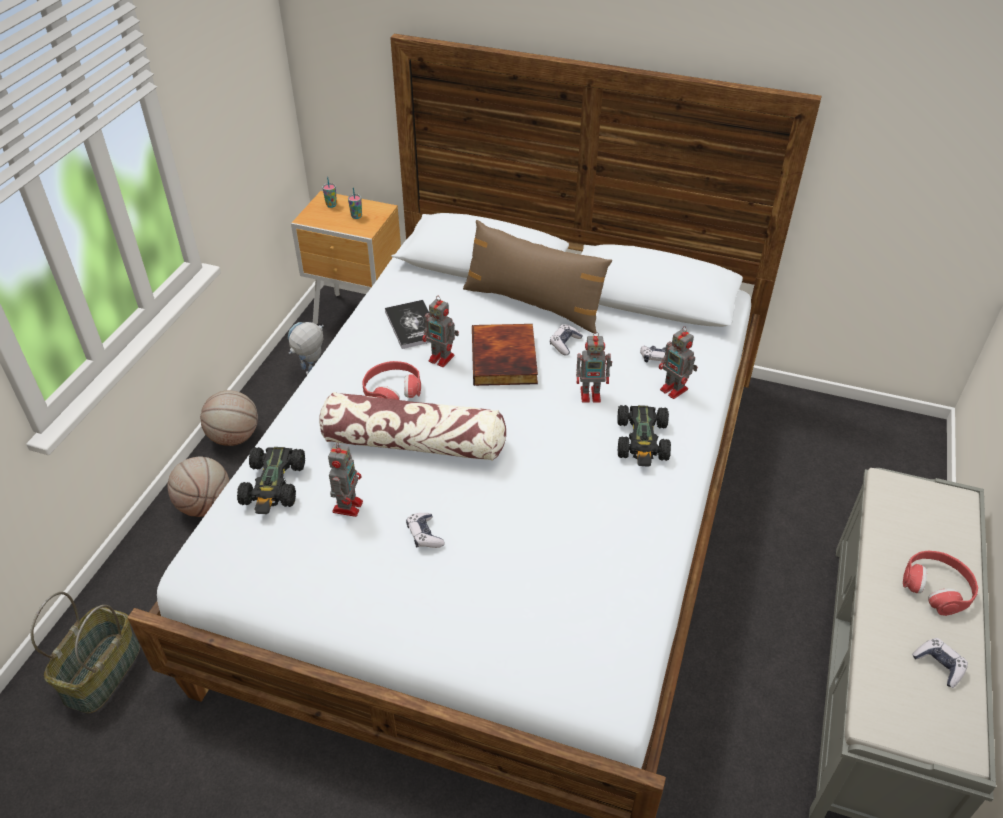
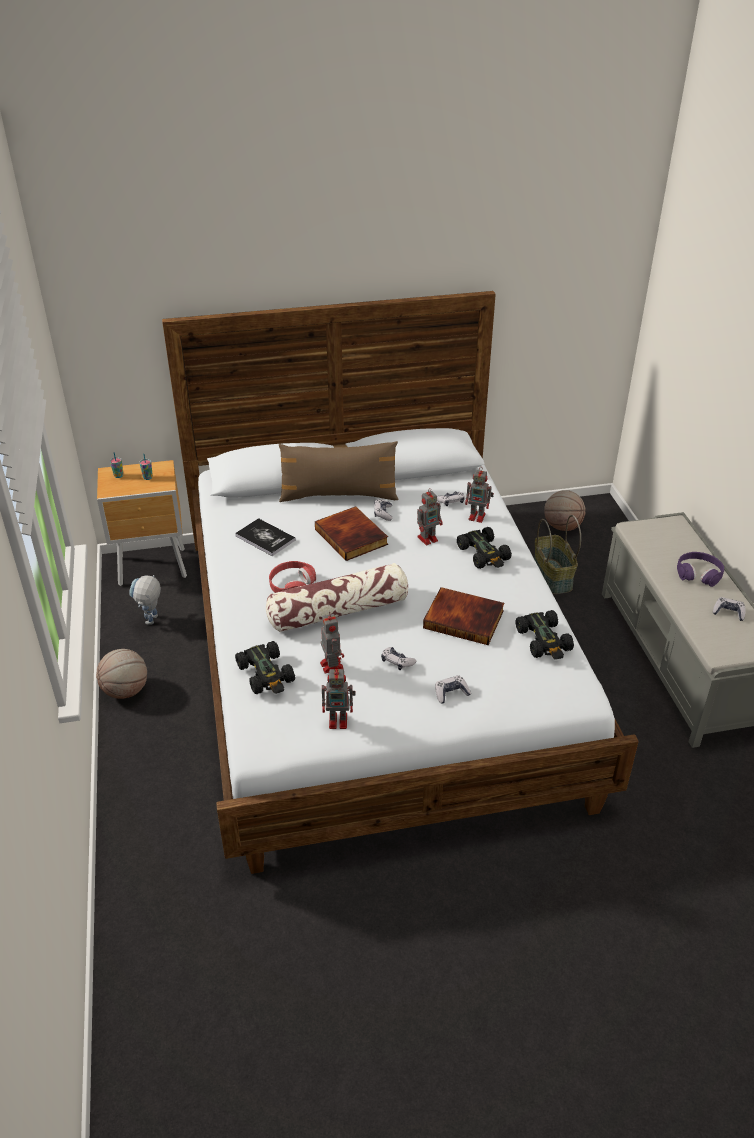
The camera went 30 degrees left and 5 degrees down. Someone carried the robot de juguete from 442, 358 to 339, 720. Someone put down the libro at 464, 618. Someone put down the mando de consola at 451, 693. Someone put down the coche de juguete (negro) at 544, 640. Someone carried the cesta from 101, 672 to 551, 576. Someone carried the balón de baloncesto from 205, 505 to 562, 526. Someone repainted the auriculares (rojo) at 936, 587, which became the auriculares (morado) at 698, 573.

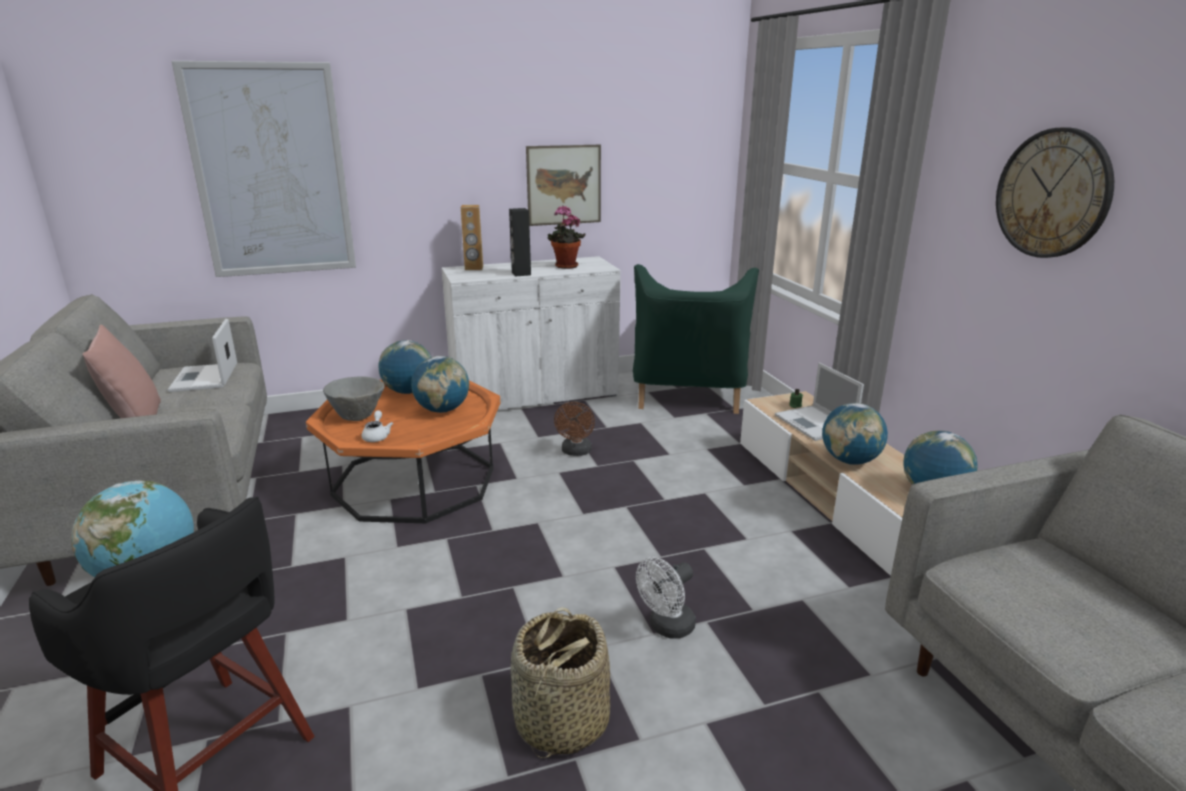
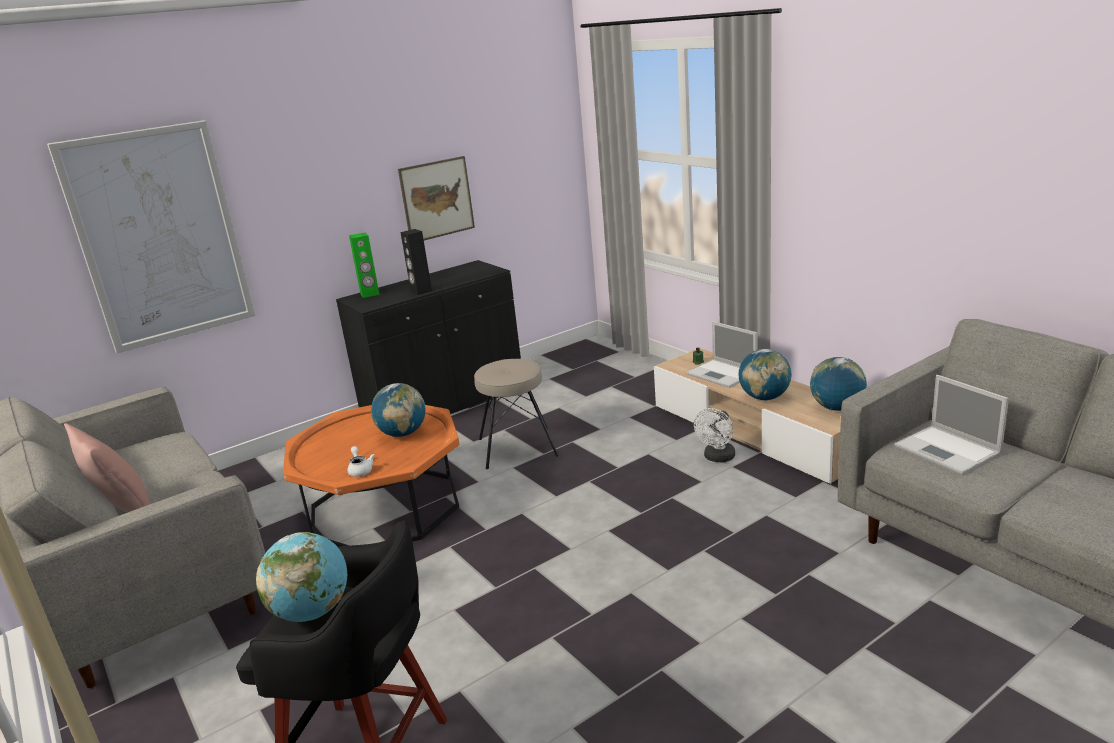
The camera went 15 degrees left and 0 degrees up. Someone repainted the armario (blanco) at 534, 395, which became the armario (negro) at 444, 404. Someone repainted the altavoz (marrón) at 474, 268, which became the altavoz (verde) at 370, 294. Someone swapped the ventilador (marrón) at 576, 452 for the taburete (beis) at 517, 446. Someone carried the ventilador (blanco) from 667, 628 to 717, 458. Someone carried the portátil from 204, 378 to 949, 450. Someone took away the cuenco (gris) at 358, 416. Someone took away the globo terráqueo at 408, 392. Someone took away the cesta at 560, 721. Someone took away the planta en maceta at 565, 267. Someone took away the sillón (verde) at 687, 394. Someone took away the reloj de pared at 1053, 193.

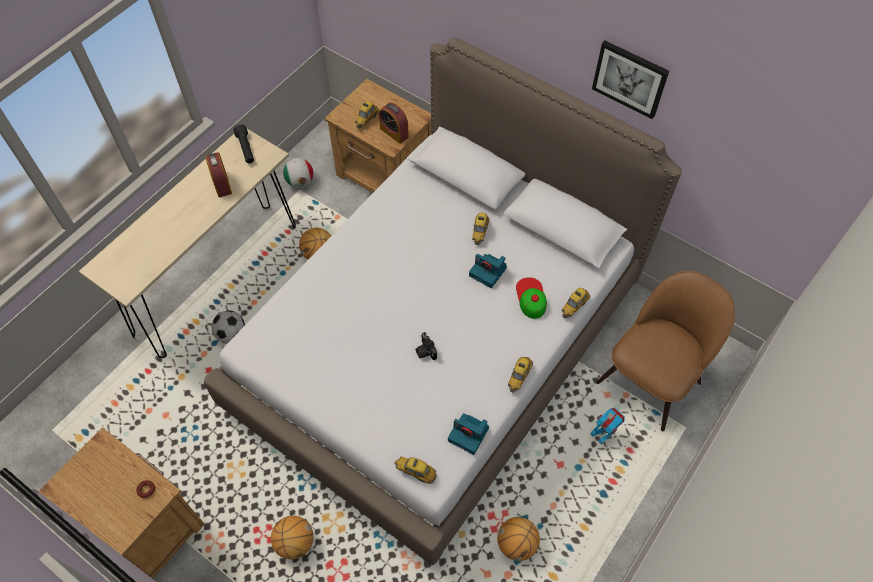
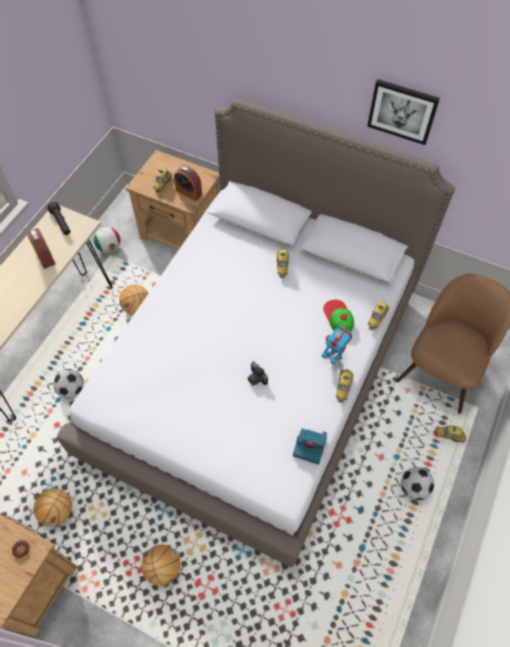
The camera went 10 degrees left and 0 degrees up. Someone carried the balón de baloncesto from 517, 544 to 58, 512. Someone carried the robot de juguete from 602, 435 to 333, 357. Someone put down the balón de fútbol at 413, 488. Someone carried the coche de juguete from 415, 472 to 448, 436. Someone took away the cámara at 488, 272.

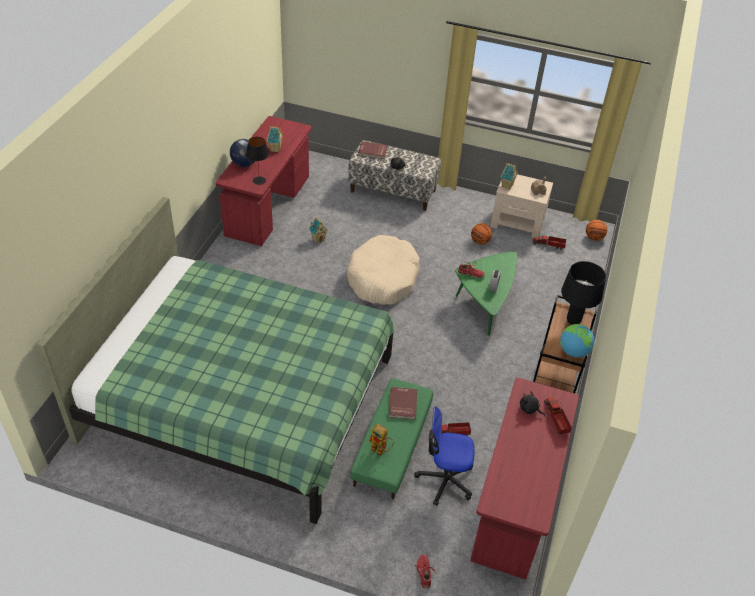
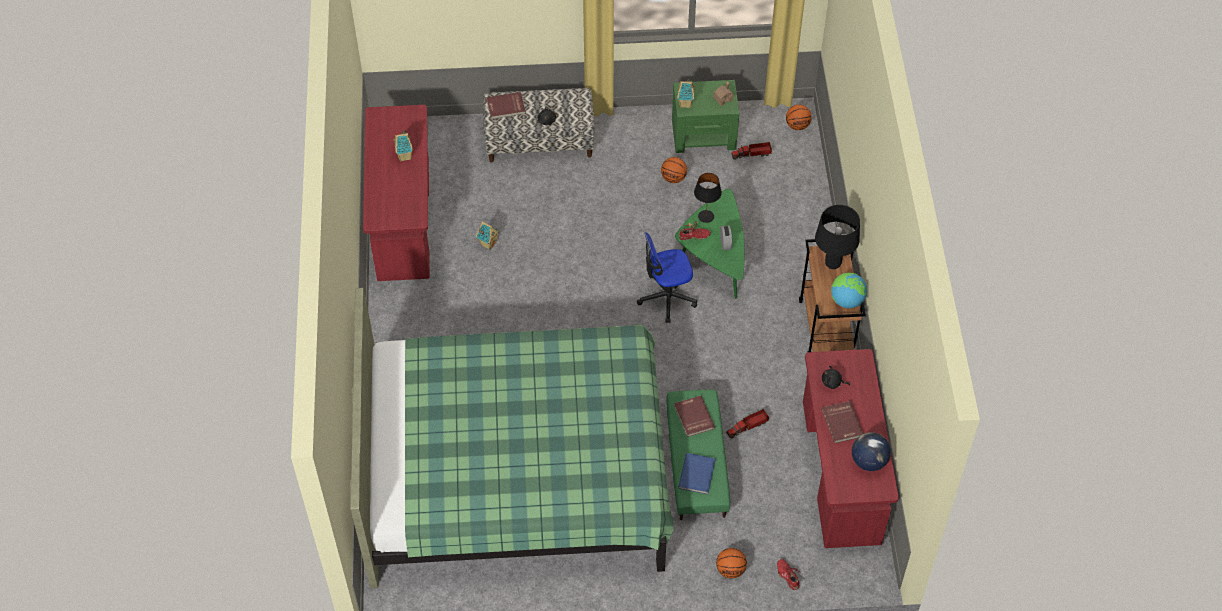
The camera went 20 degrees left and 10 degrees up. Someone carried the silla de oficina from 445, 479 to 667, 297. Someone repainted the mesita de noche (beis) at 518, 222, which became the mesita de noche (verde) at 704, 134. Someone swapped the robot de juguete at 381, 450 for the libro (azul) at 697, 474. Someone carried the lámpara de mesa (negro) from 259, 180 to 706, 216. Someone put down the balón de baloncesto at 730, 570. Someone put down the libro (rojo) at 843, 423. Someone carried the globo terráqueo from 244, 164 to 869, 461. Someone took away the cama para perro (beis) at 383, 279. Someone took away the camión de juguete at 556, 419.

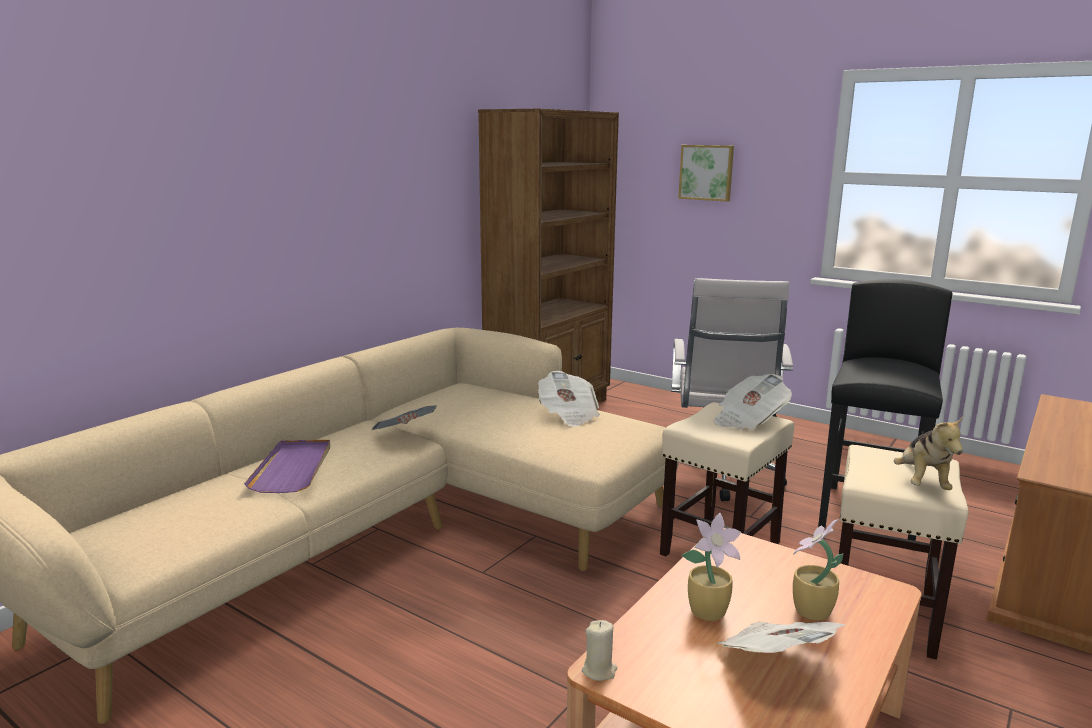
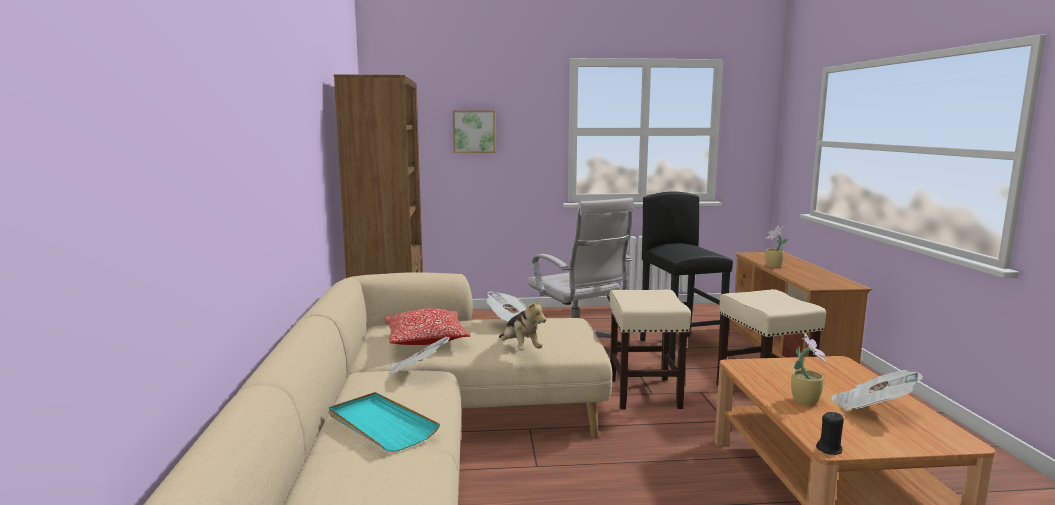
The camera went 40 degrees left and 5 degrees down. Someone repainted the bandeja (morado) at 293, 469, which became the bandeja (turquesa) at 381, 425. Someone put down the cojín at 426, 340. Someone carried the peluche from 922, 483 to 520, 349. Someone carried the planta en maceta from 811, 612 to 773, 266. Someone repainted the vela (beis) at 599, 671, which became the vela (negro) at 829, 449. Someone took away the periódico at 748, 421.

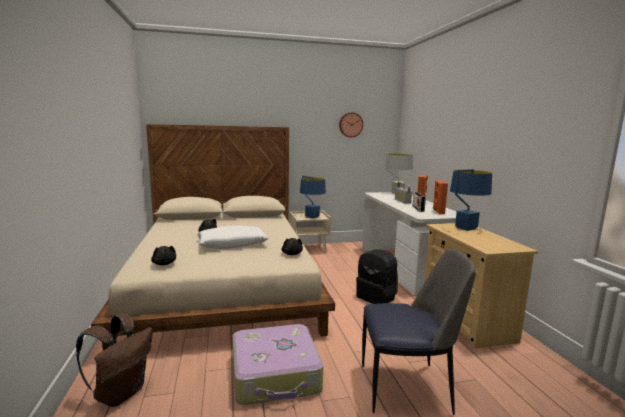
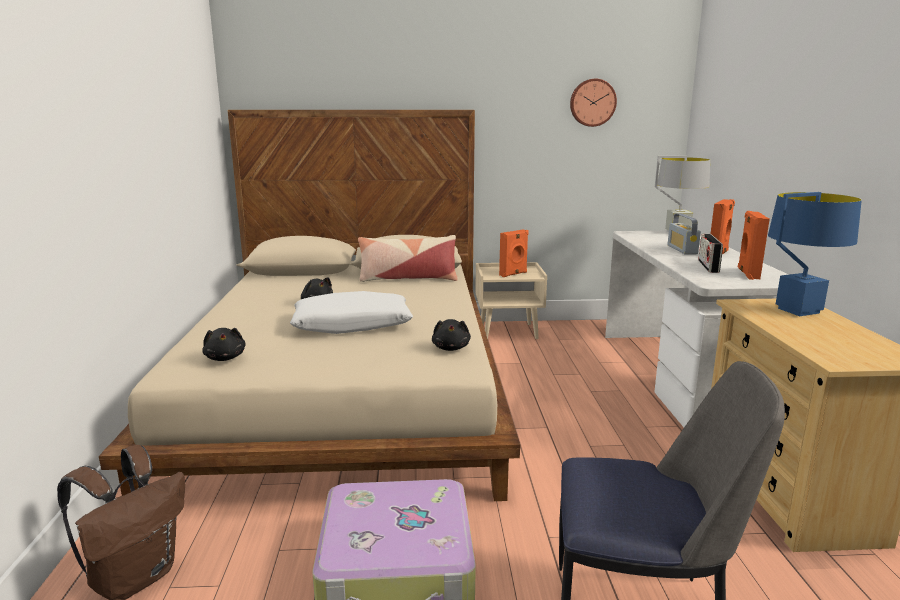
The camera went 10 degrees right and 5 degrees up. Someone put down the cojín at 408, 278. Someone swapped the lámpara de mesa (azul) at 312, 217 for the altavoz (naranja) at 514, 274. Someone took away the mochila (negro) at 377, 297.

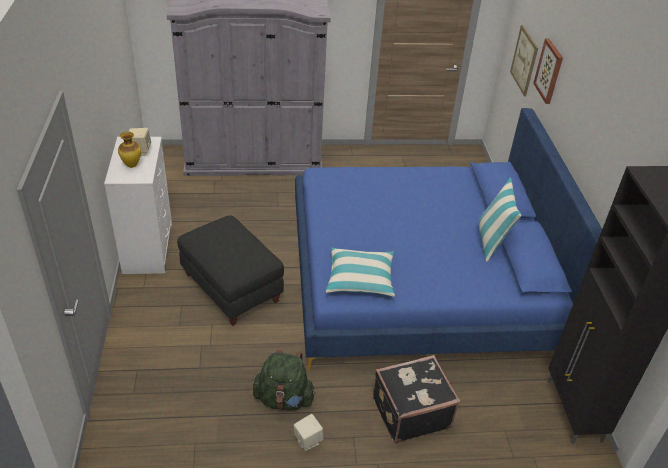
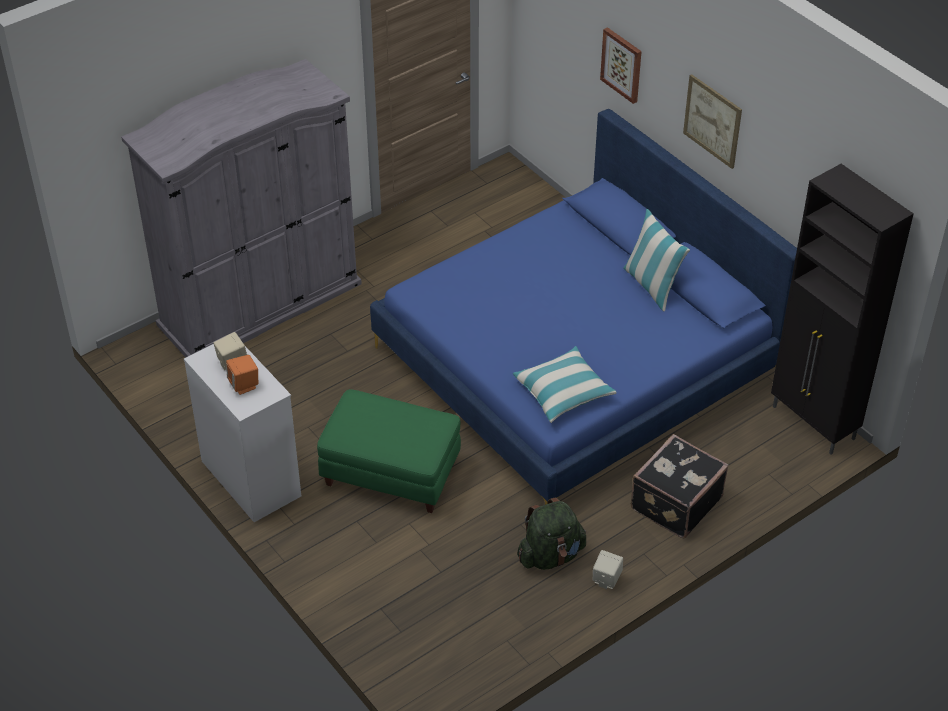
The camera went 30 degrees left and 5 degrees up. Someone swapped the florero at 132, 165 for the altavoz (naranja) at 244, 385. Someone repainted the puf (negro) at 231, 288, which became the puf (verde) at 391, 474. Someone carried the cuadro from 524, 60 to 712, 121.

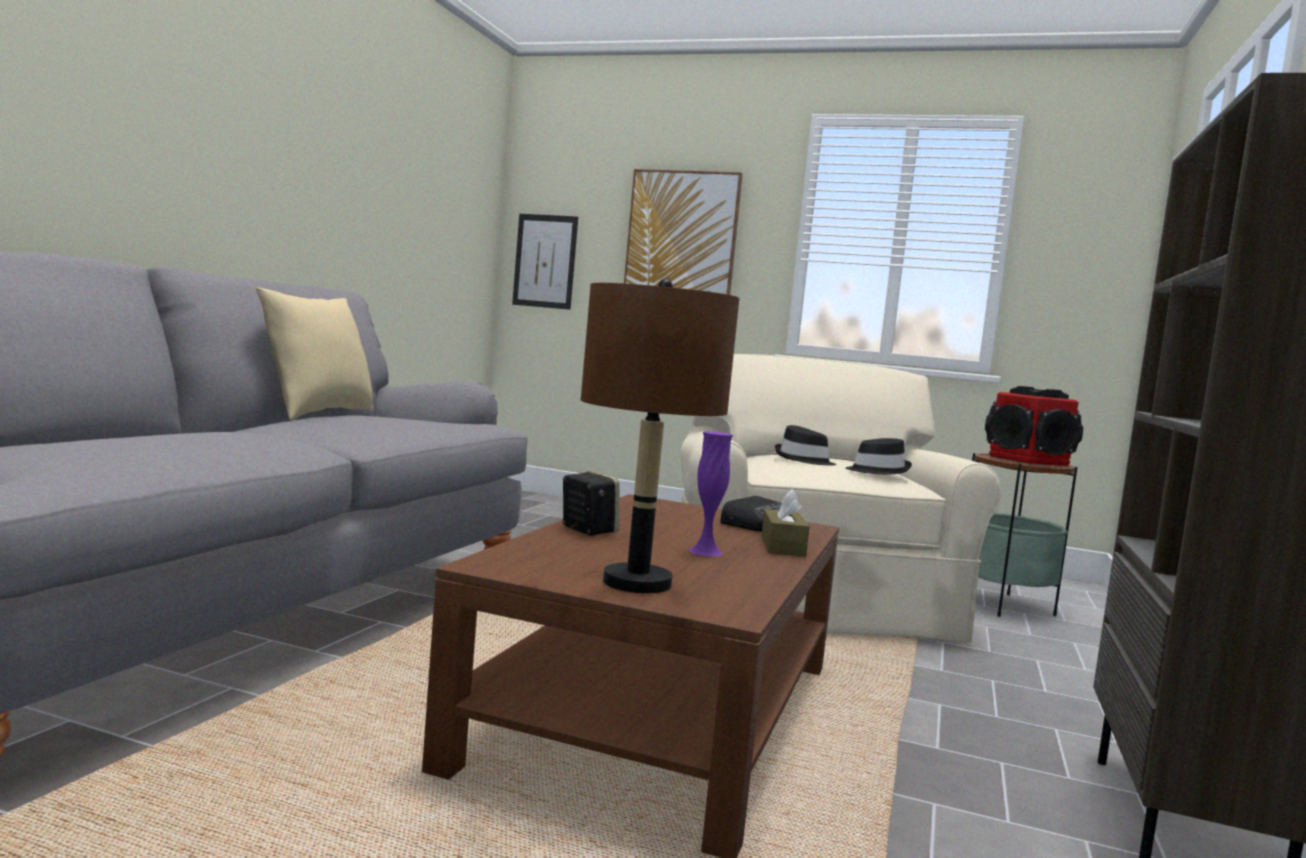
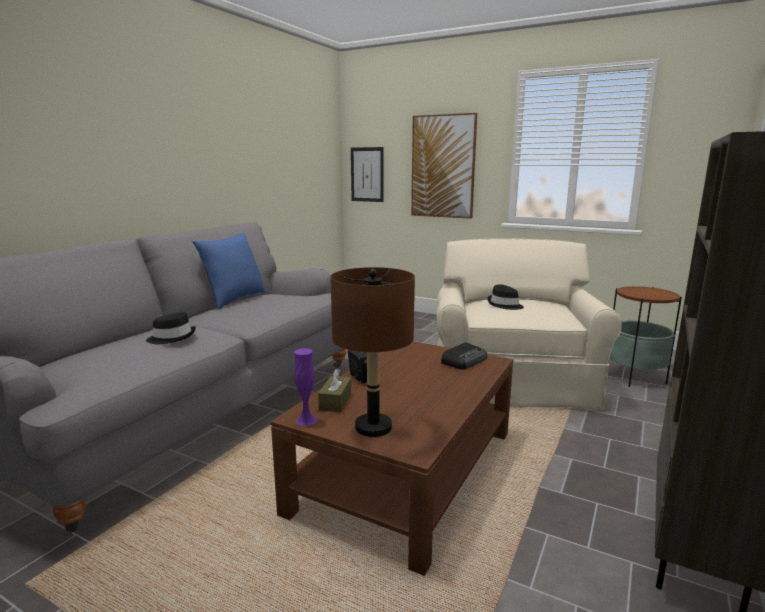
The camera went 10 degrees right and 10 degrees up. Someone carried the sombrero (negro) from 877, 470 to 172, 337. Someone repainted the cojín (beis) at 315, 414, which became the cojín (azul) at 234, 300. Someone carried the florero (morado) from 705, 551 to 306, 420. Someone carried the caja de pañuelos (marrón) from 782, 546 to 335, 401. Someone took away the altavoz at 1028, 459.

